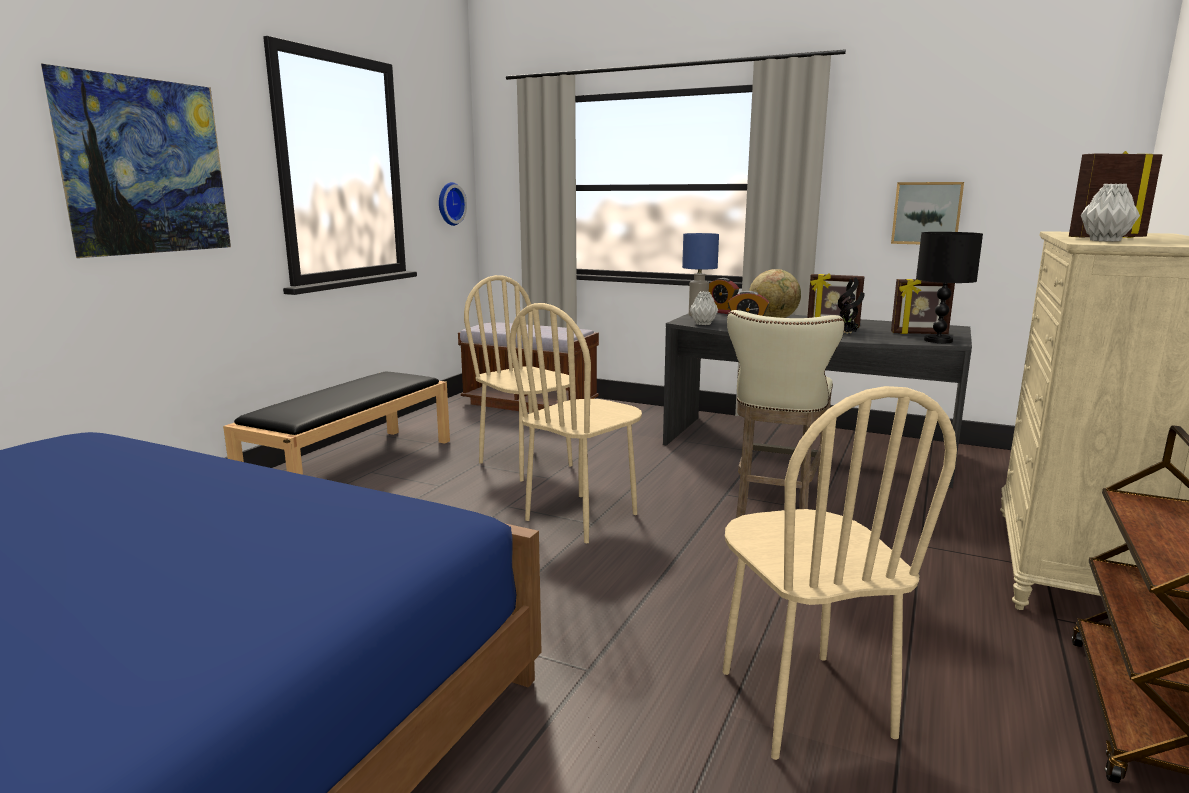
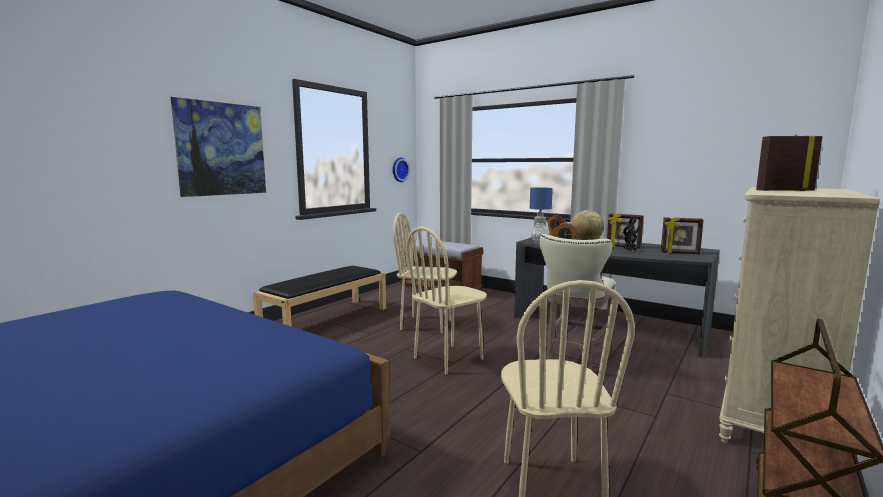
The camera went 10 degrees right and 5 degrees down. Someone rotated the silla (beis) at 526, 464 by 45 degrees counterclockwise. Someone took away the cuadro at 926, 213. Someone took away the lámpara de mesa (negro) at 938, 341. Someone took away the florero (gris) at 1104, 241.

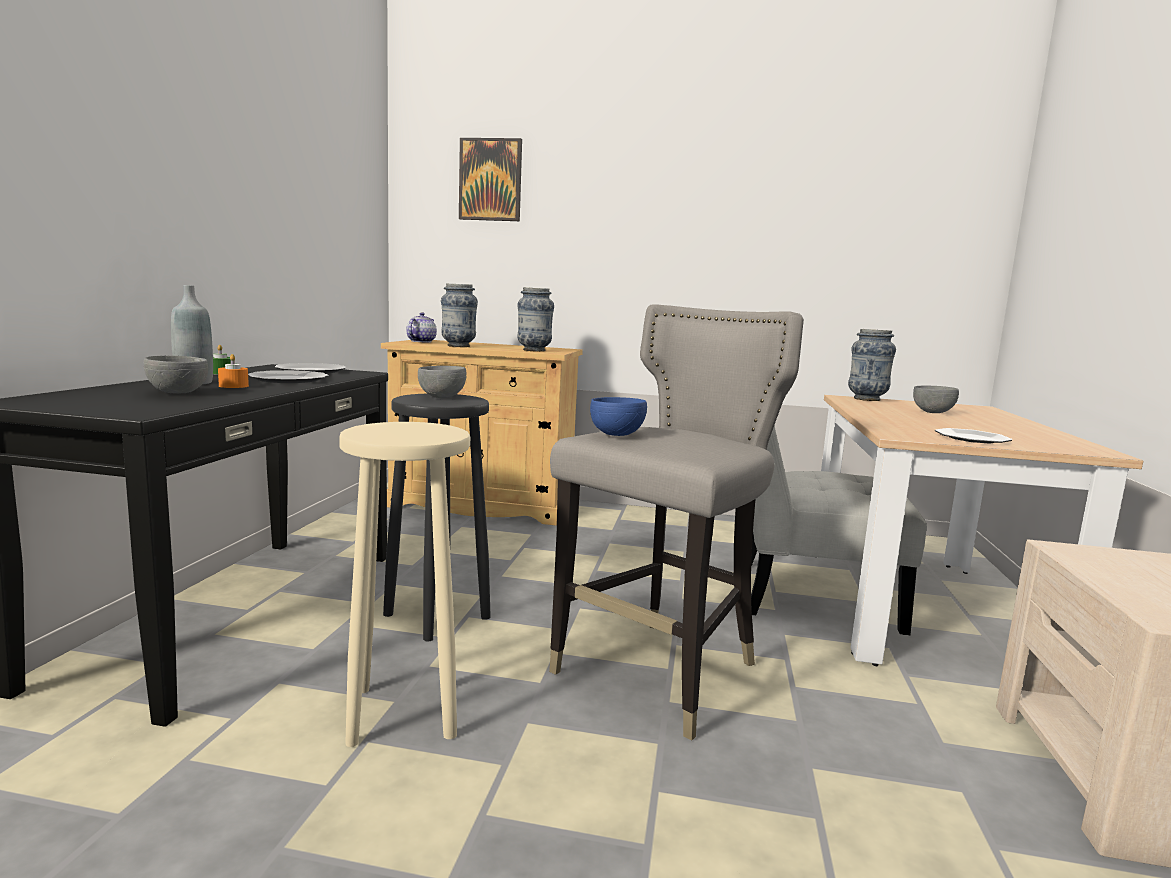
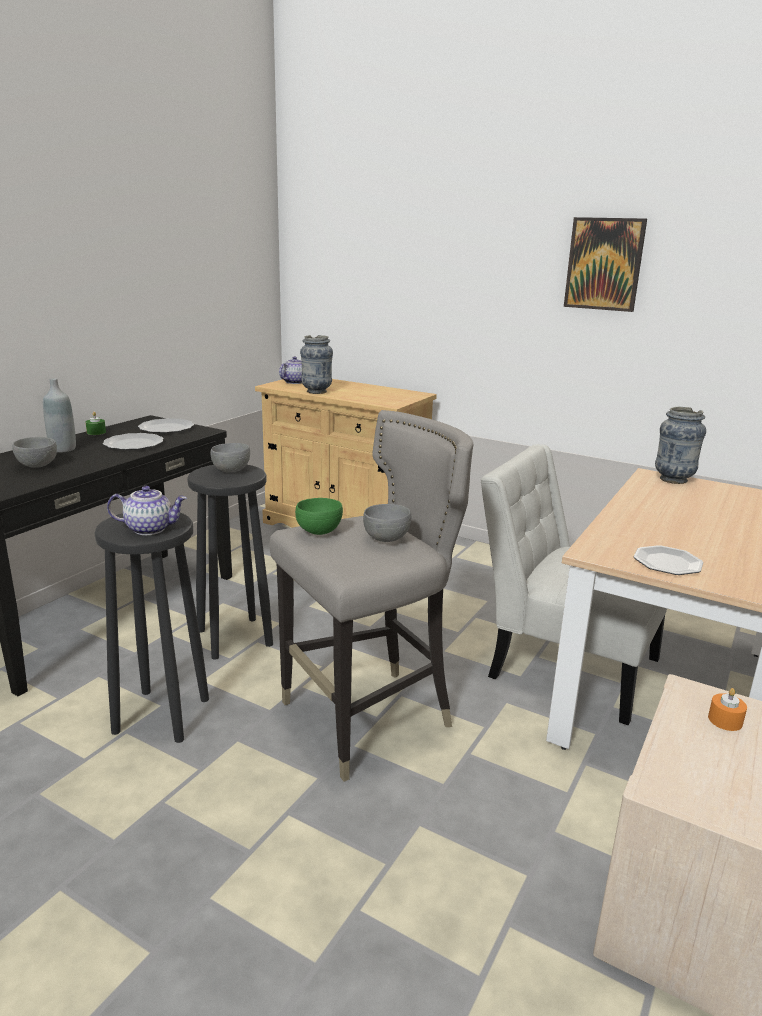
The camera went 20 degrees right and 10 degrees up. Someone repainted the taburete (beis) at 404, 711, which became the taburete (negro) at 162, 714. Someone put down the tetera at 150, 529. Someone repainted the cuenco (azul) at 617, 435, which became the cuenco (verde) at 319, 532. Someone carried the cuenco (gris) from 933, 412 to 387, 539. Someone carried the cuadro from 490, 180 to 604, 264. Someone carried the vela (naranja) from 233, 386 to 725, 720. Someone took away the florero at 534, 350.

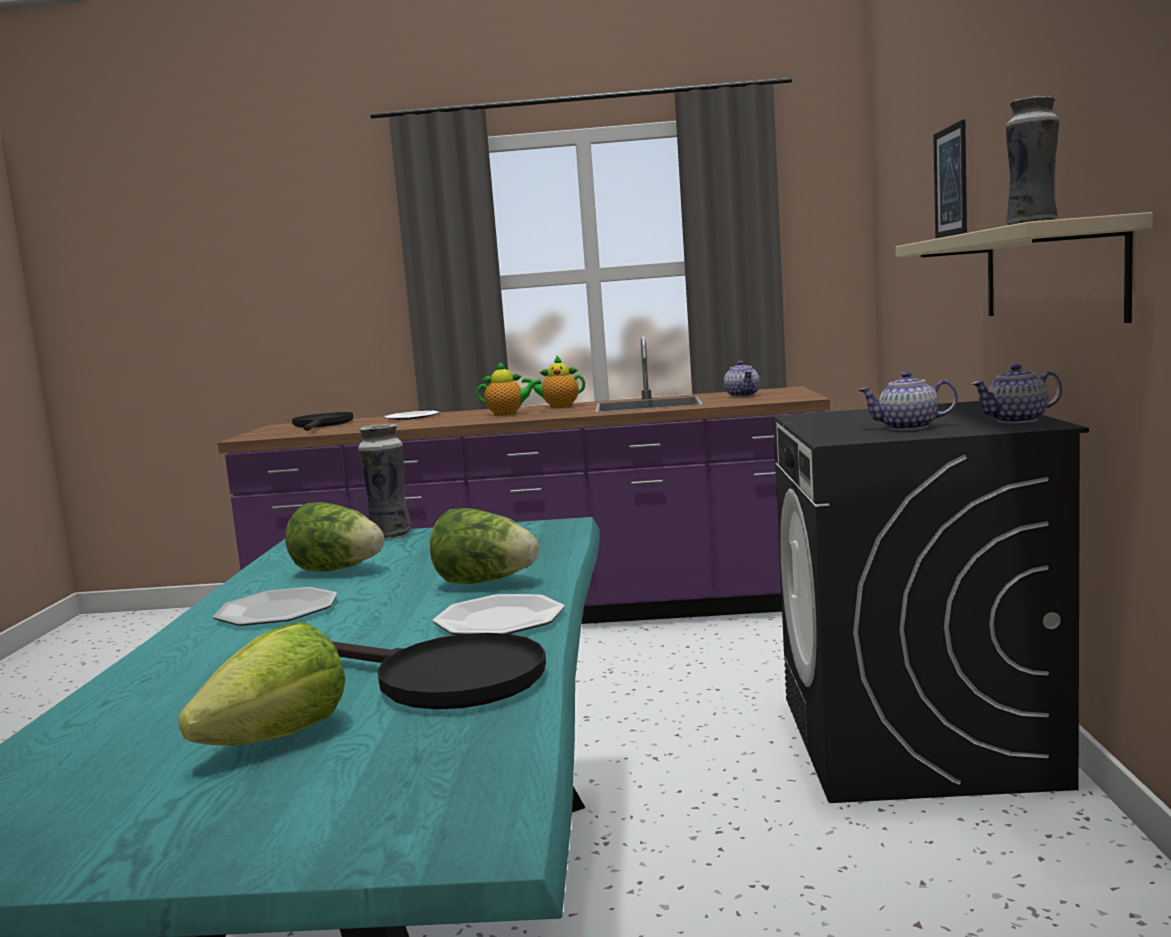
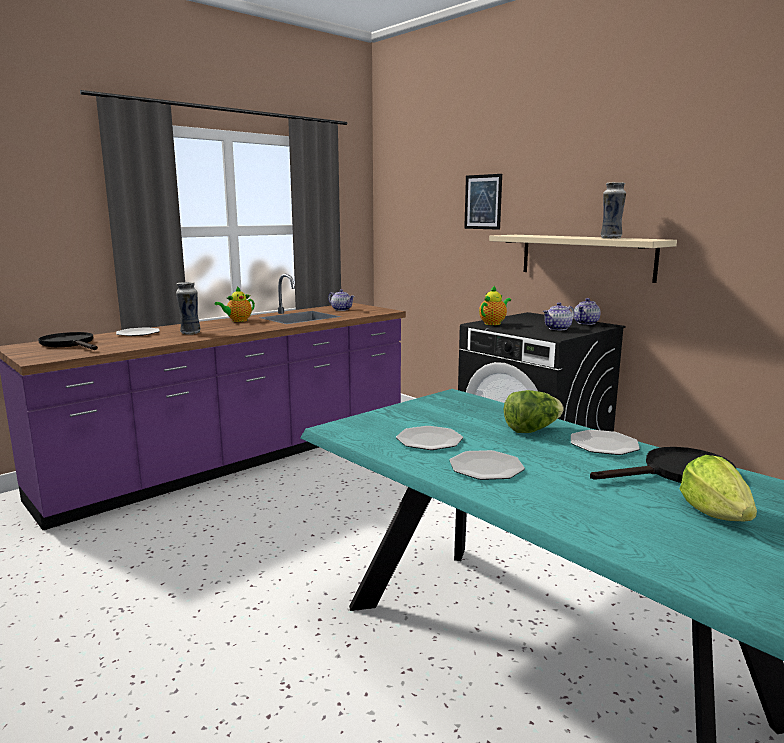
The camera went 45 degrees left and 5 degrees up. Someone carried the florero from 390, 534 to 190, 333. Someone swapped the lechuga at 338, 570 for the plato at 429, 440. Someone carried the tetera from 508, 414 to 493, 323.

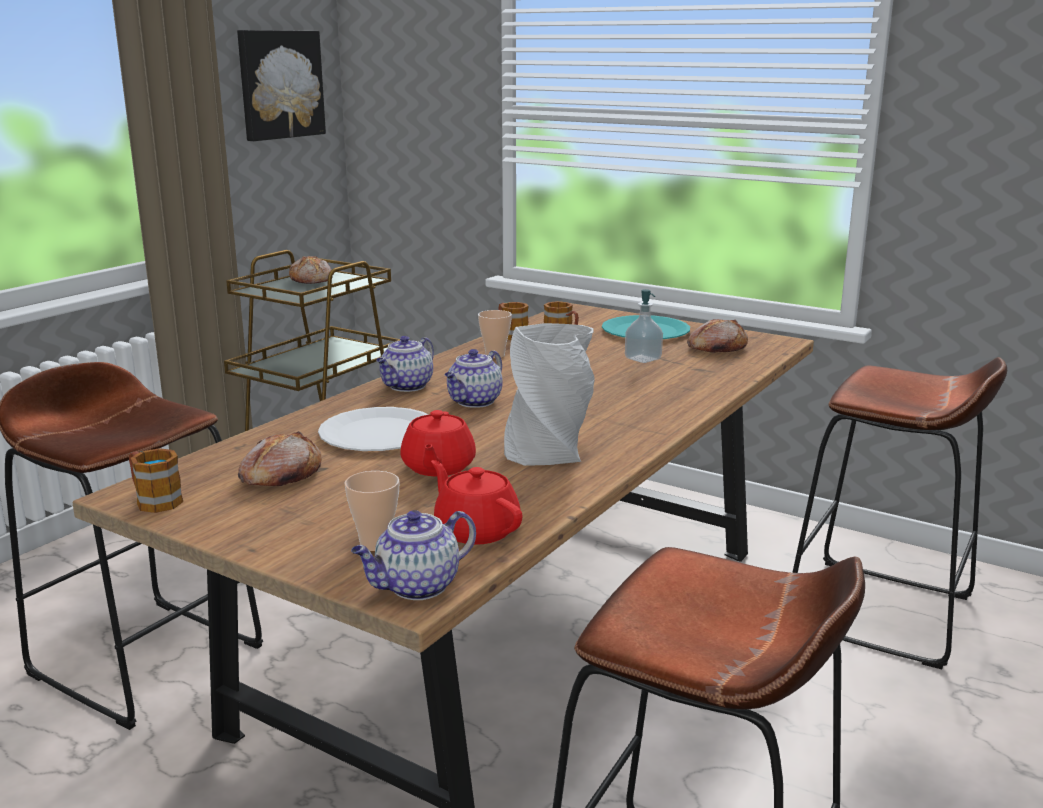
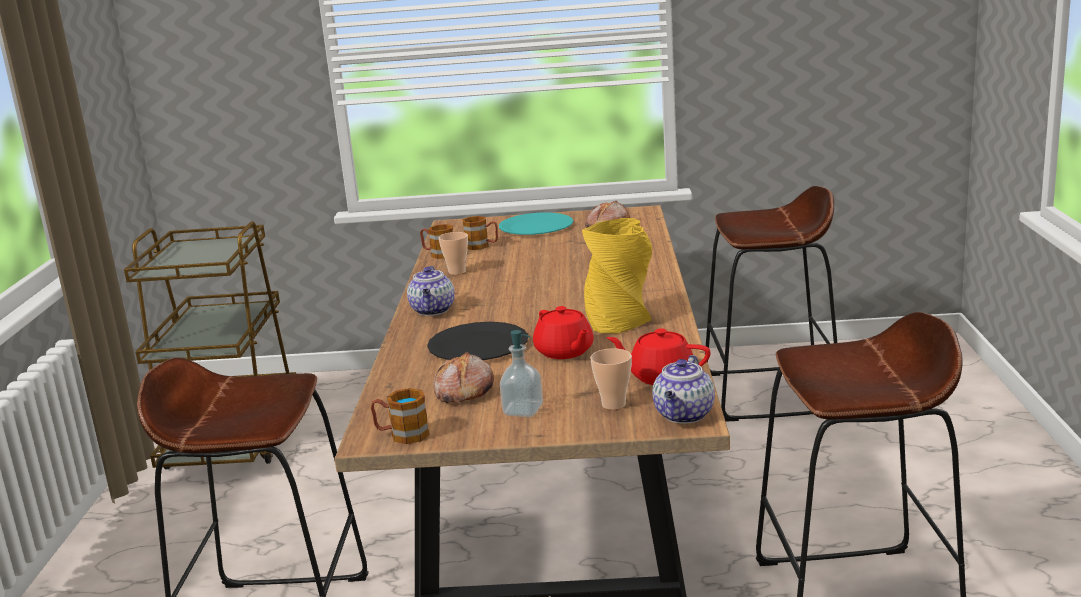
The camera went 30 degrees left and 0 degrees up. Someone repainted the plato (blanco) at 378, 433, which became the plato (negro) at 478, 345. Someone carried the dispensador de jabón from 643, 359 to 523, 410. Someone repainted the florero (gris) at 549, 452, which became the florero (amarillo) at 619, 321. Someone took away the cuadro at 279, 84. Someone took away the pan at 312, 280. Someone took away the tetera at 474, 402.

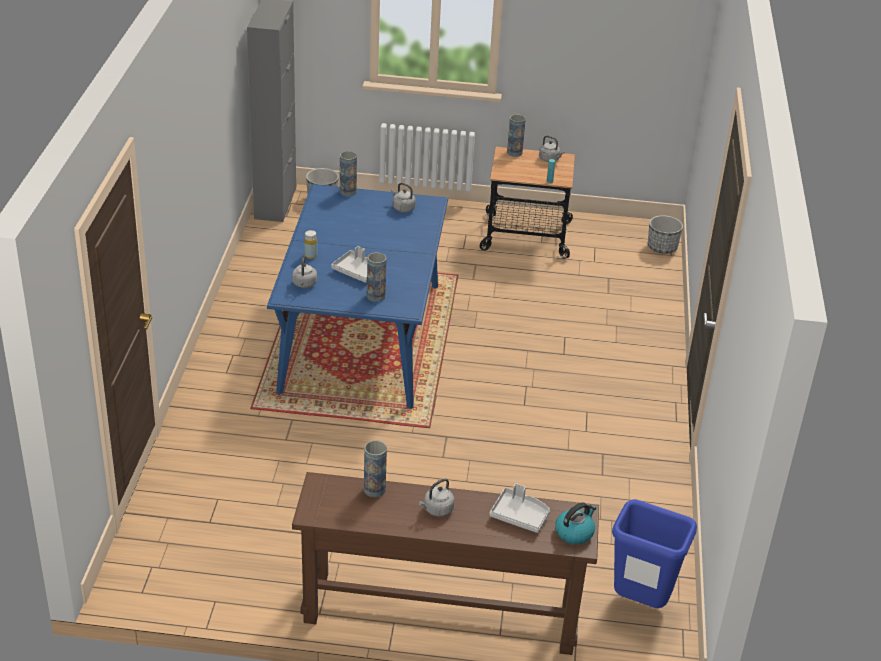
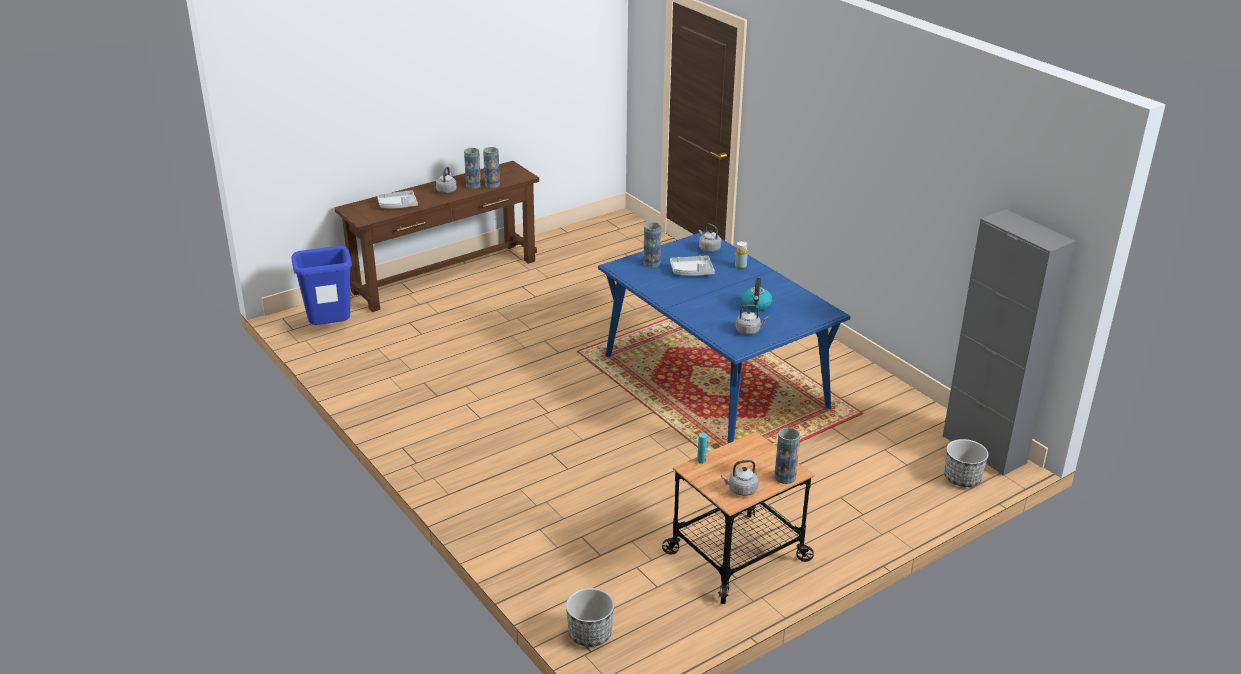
The camera went 140 degrees right and 5 degrees down. Someone carried the florero from 348, 192 to 473, 185. Someone carried the hervidor from 574, 532 to 756, 306.

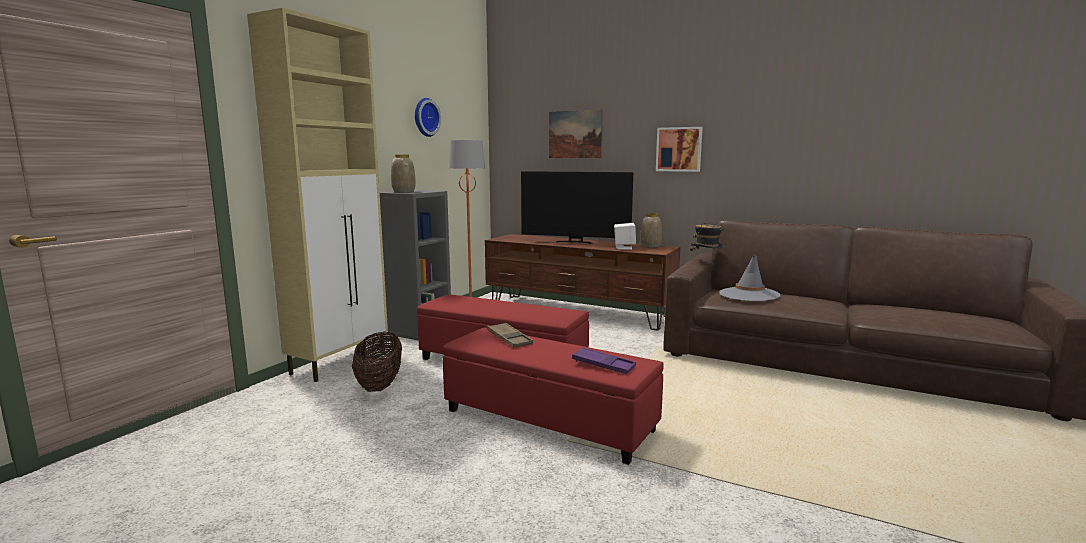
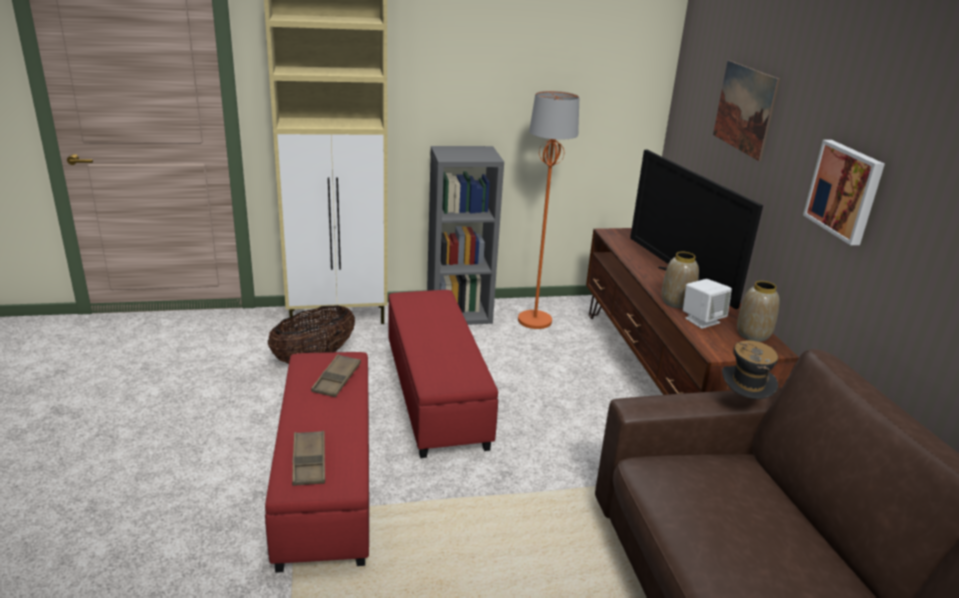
The camera went 50 degrees right and 15 degrees up. Someone repainted the bandeja (morado) at 603, 365, which became the bandeja (marrón) at 309, 462. Someone carried the florero from 403, 192 to 676, 302. Someone took away the reloj de pared at 425, 117. Someone took away the sombrero (gris) at 749, 294.

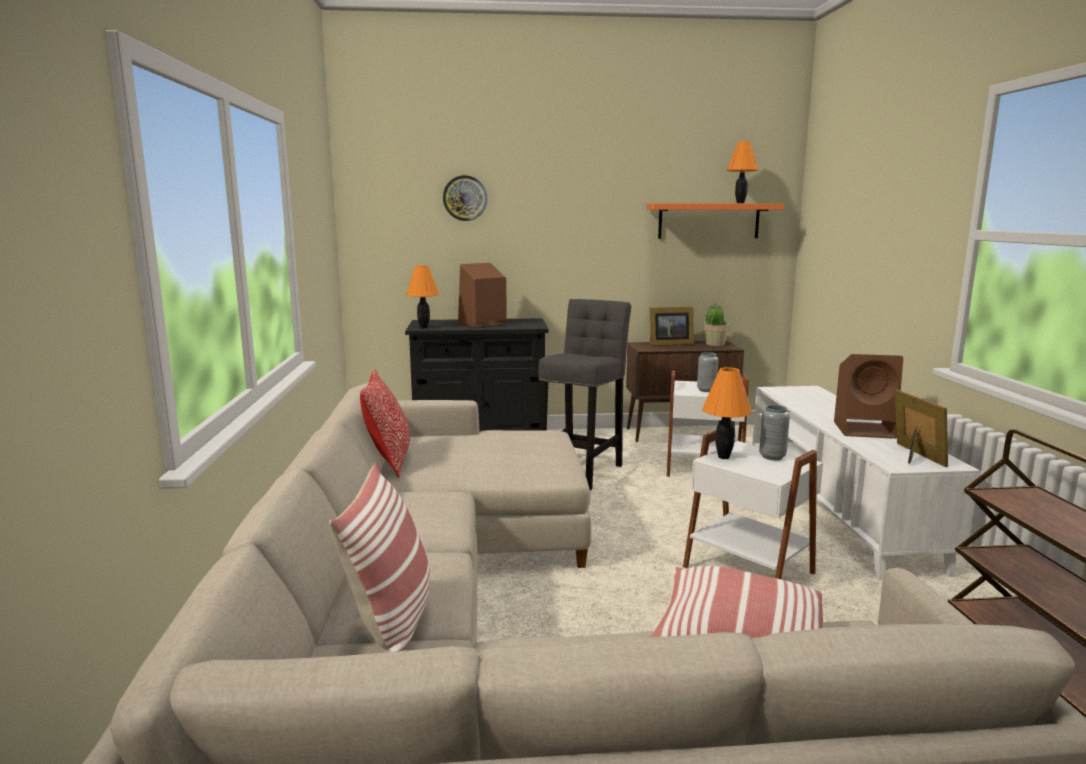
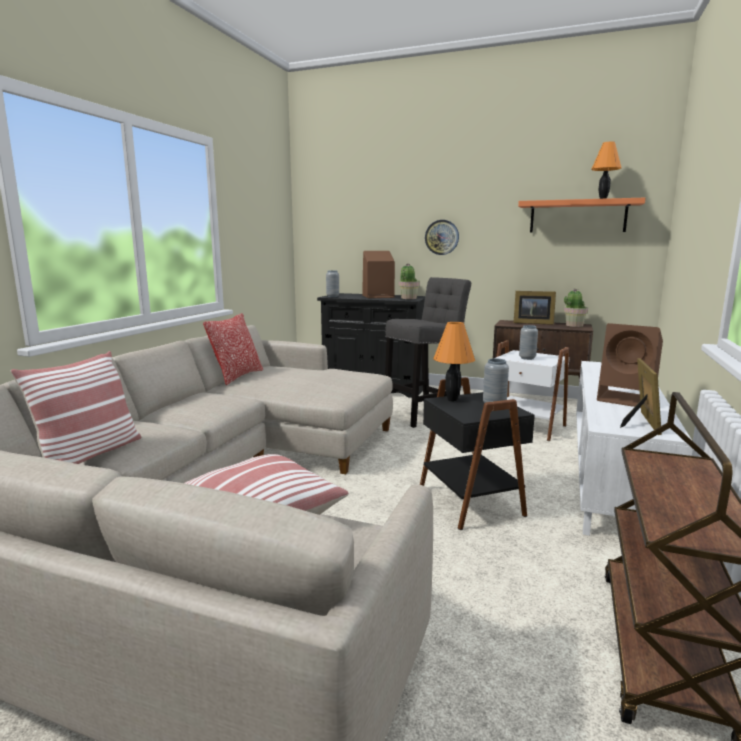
The camera went 25 degrees right and 0 degrees up. Someone swapped the lámpara de mesa (naranja) at 423, 327 for the florero (gris) at 332, 296. Someone put down the planta en maceta at 408, 298. Someone repainted the mesa auxiliar (blanco) at 749, 568, which became the mesa auxiliar (negro) at 472, 501. Someone carried the reloj de pared from 465, 198 to 442, 237.

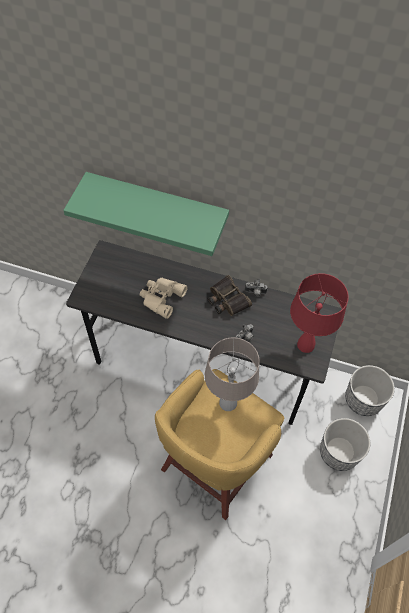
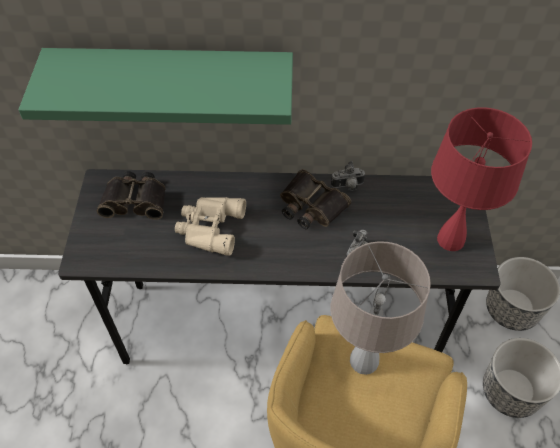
The camera went 15 degrees left and 5 degrees down. Someone put down the prismáticos at 135, 200.

